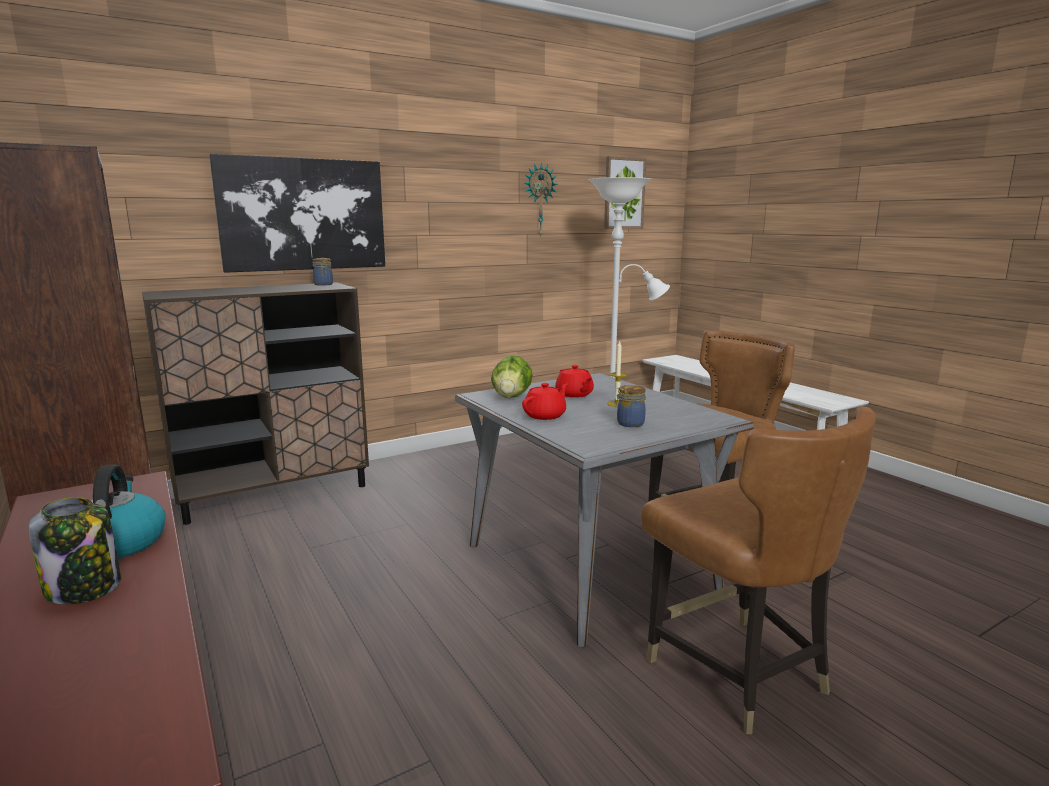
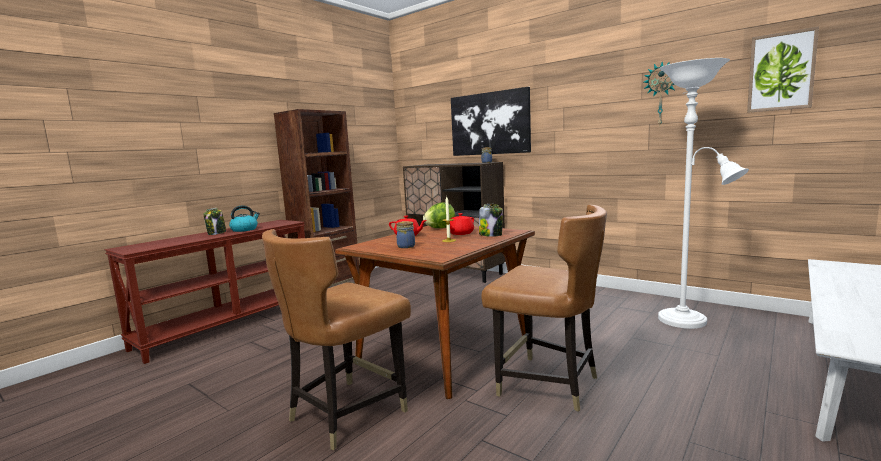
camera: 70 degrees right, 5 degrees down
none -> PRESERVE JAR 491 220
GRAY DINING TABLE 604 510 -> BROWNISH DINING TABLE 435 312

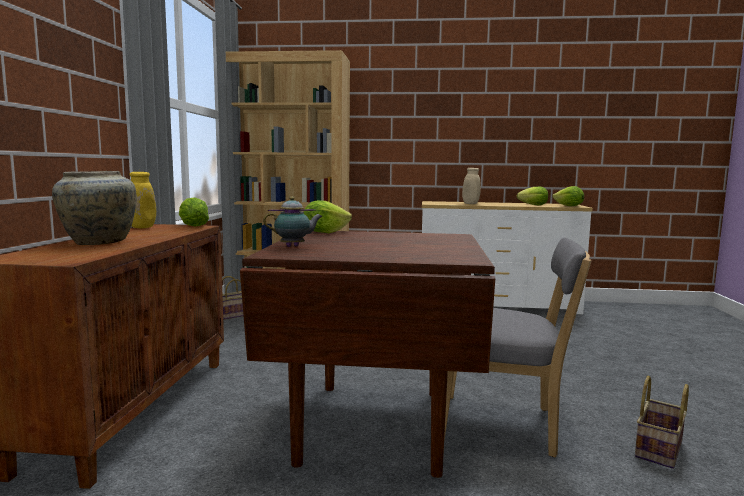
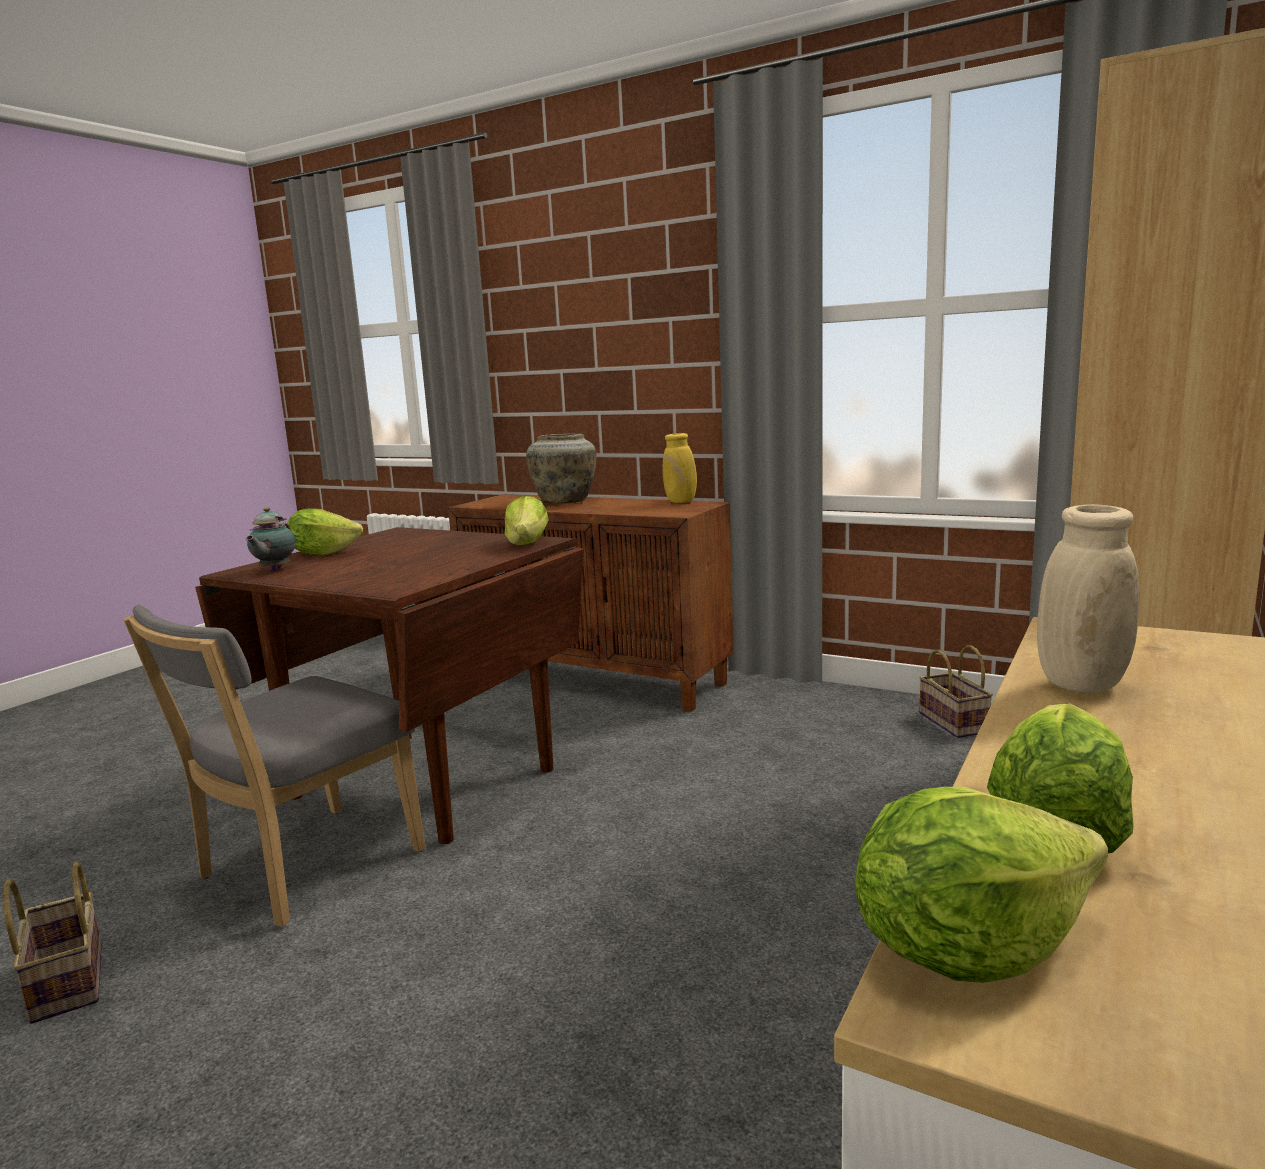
camera: 115 degrees right, 5 degrees up
LETTUCE 194 212 -> LETTUCE 325 532, move
TEAPOT 293 222 -> TEAPOT 270 539, move

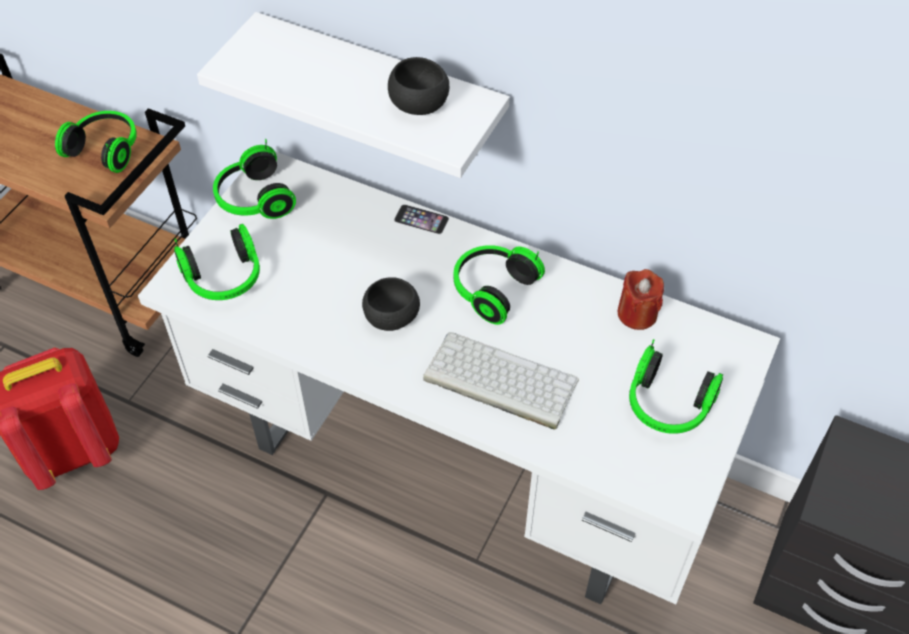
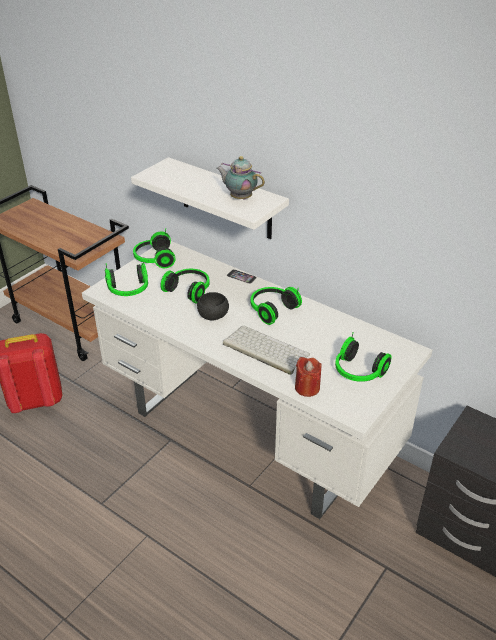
camera: 10 degrees right, 15 degrees down
HEADSET 96 142 -> HEADSET 185 286, move
REDDISH WAX CANDLE 641 299 -> REDDISH WAX CANDLE 308 377, move
BLACK BOWL 418 86 -> TEAPOT 240 178

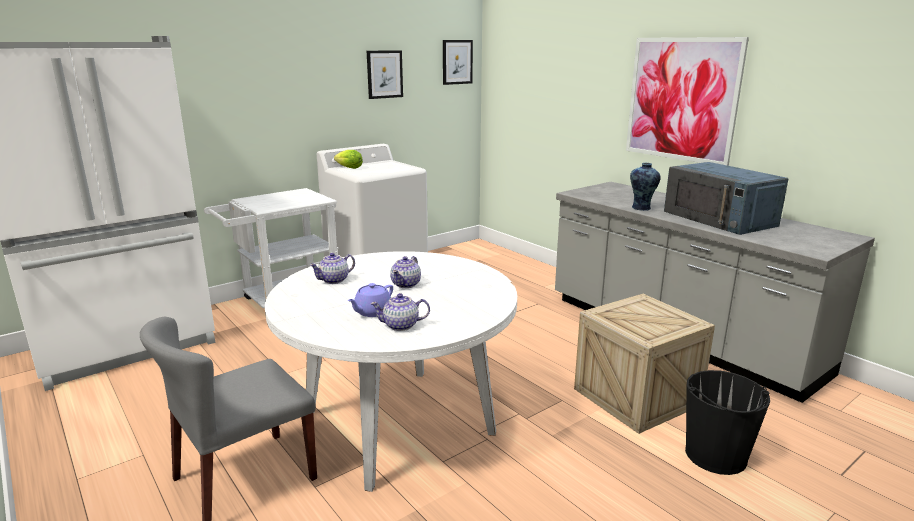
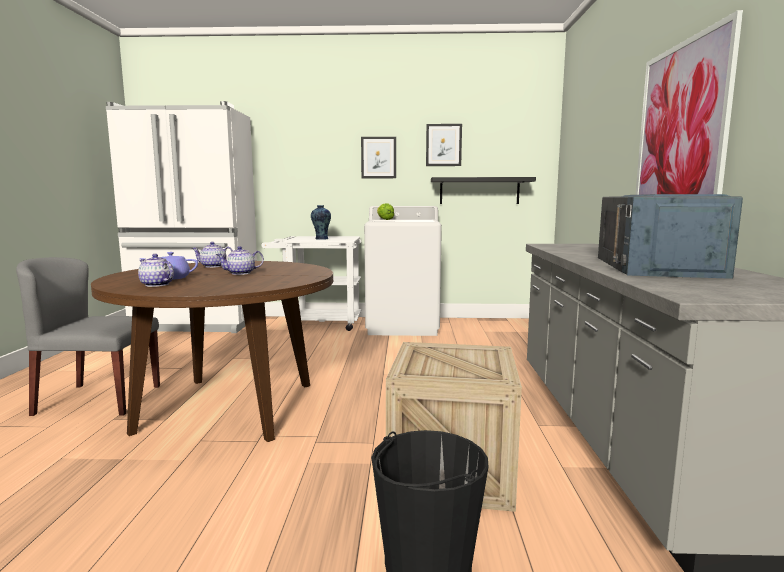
camera: 40 degrees right, 10 degrees down
none -> BLACK WALL SHELF 483 190
WALL ART 458 62 -> WALL ART 378 157, move
VASE 645 187 -> VASE 321 222, move
WHITE DINING TABLE 391 371 -> BROWNISH DINING TABLE 212 351

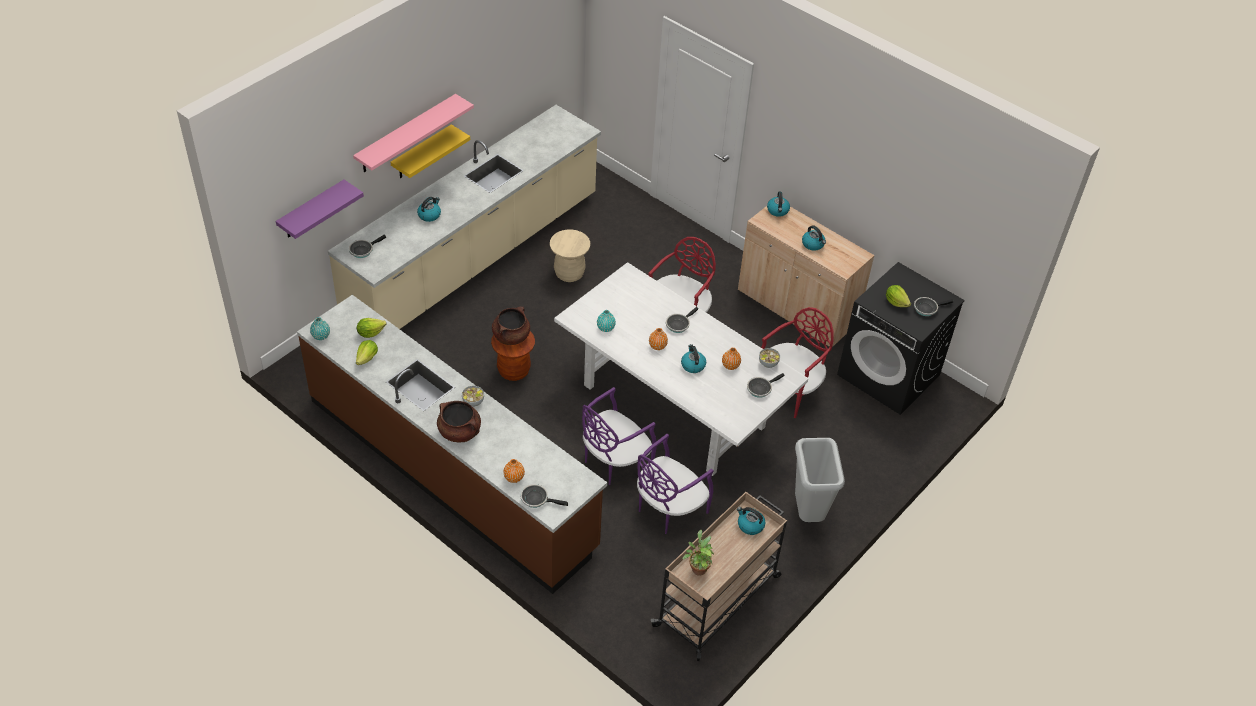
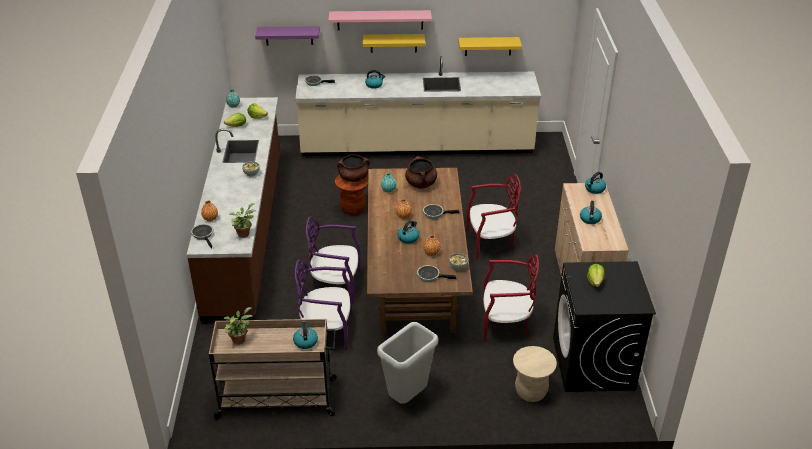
camera: 50 degrees right, 10 degrees down
PAN 934 306 -> none
none -> POTTED PLANT 242 220
none -> YELLOW WALL SHELF 490 46
BROWNISH COOKING POT 459 422 -> BROWNISH COOKING POT 421 172, move
BEIGE STOOL 570 255 -> BEIGE STOOL 535 374, move
WHITE DINING TABLE 681 369 -> BROWNISH DINING TABLE 420 251

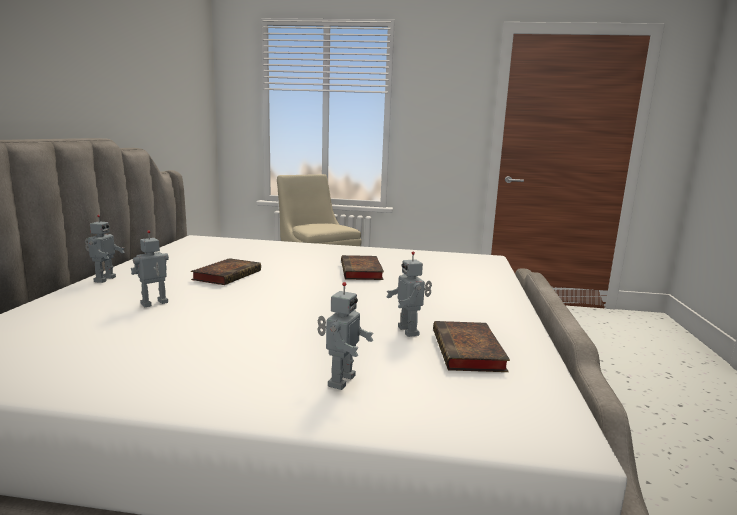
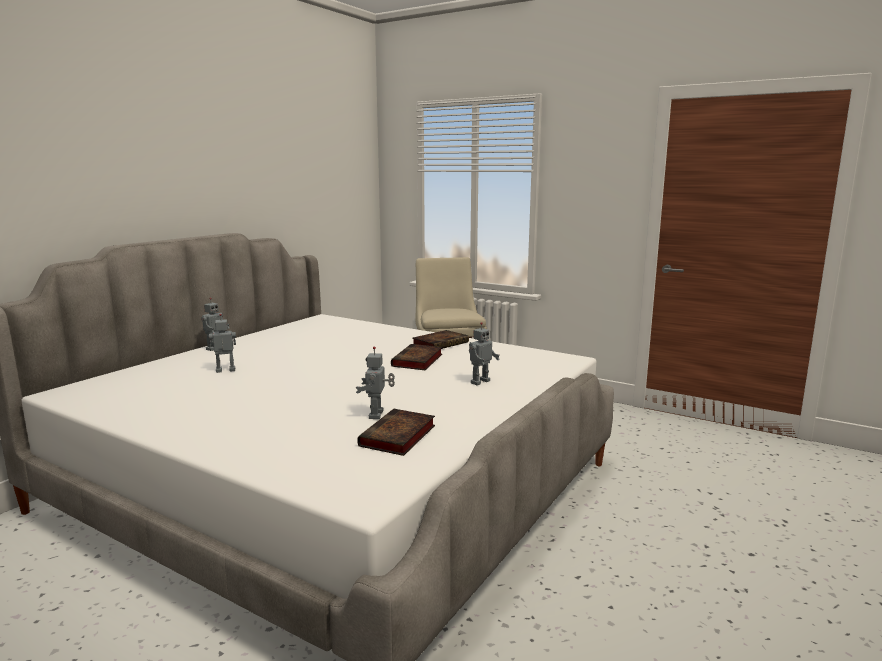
camera: 25 degrees right, 0 degrees up
BOUND BOOK 226 271 -> BOUND BOOK 440 339, move
TOY ROBOT 345 336 -> TOY ROBOT 484 353, move

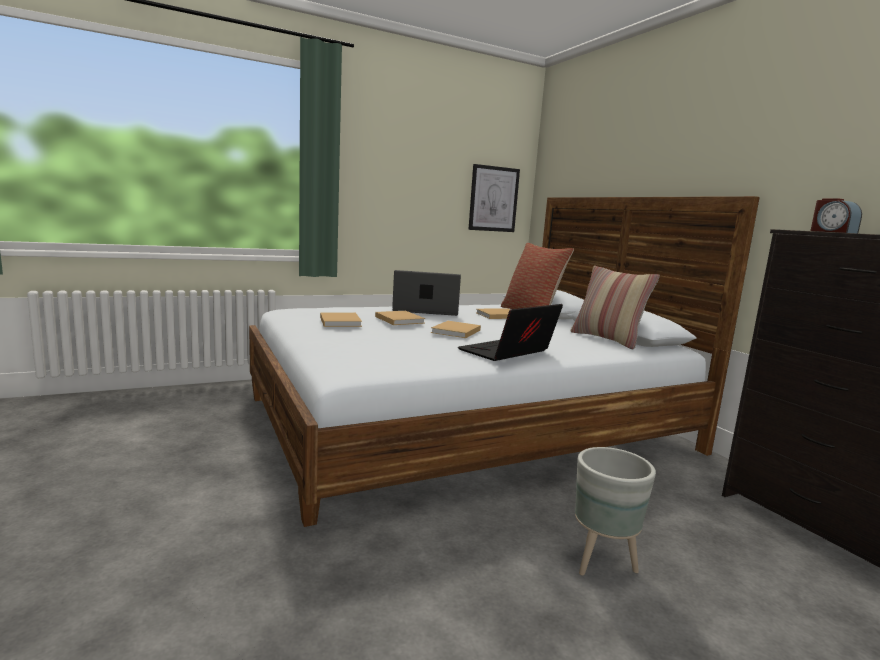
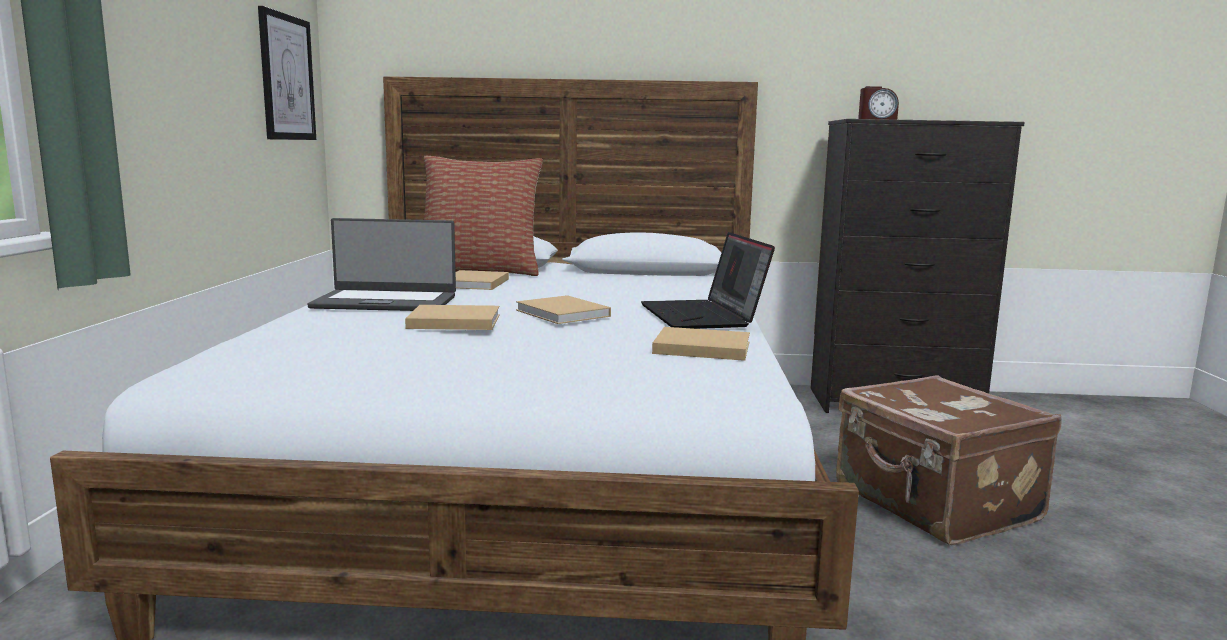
camera: 60 degrees left, 0 degrees up
CUSHION 615 307 -> none
BEIGE BOUND BOOK 341 319 -> BEIGE BOUND BOOK 701 344, move
GRAY PLANT POT 615 511 -> BROWNISH SUITCASE 949 461
LAPTOP 426 293 -> LAPTOP 381 264, 120 degrees counterclockwise

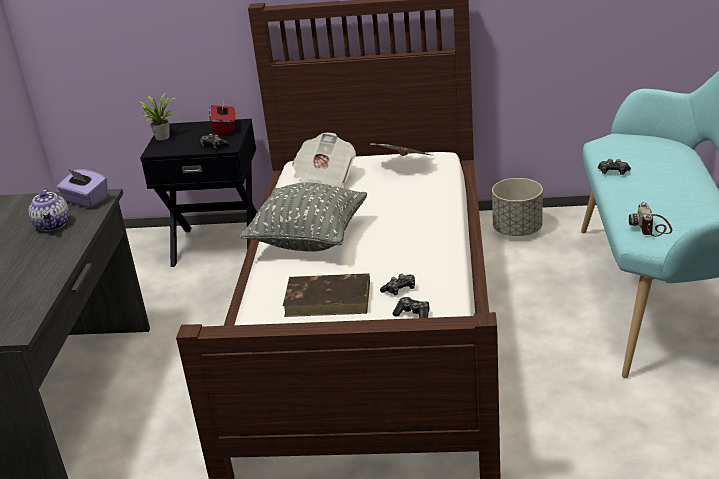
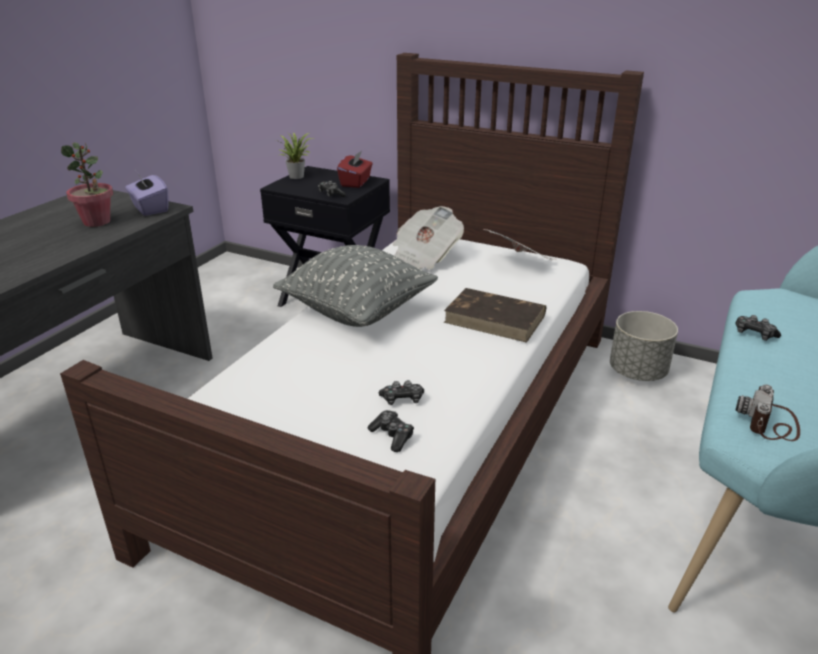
camera: 20 degrees right, 0 degrees up
BROWNISH BOUND BOOK 326 295 -> BROWNISH BOUND BOOK 495 315, move
TEAPOT 48 209 -> POTTED PLANT 87 185

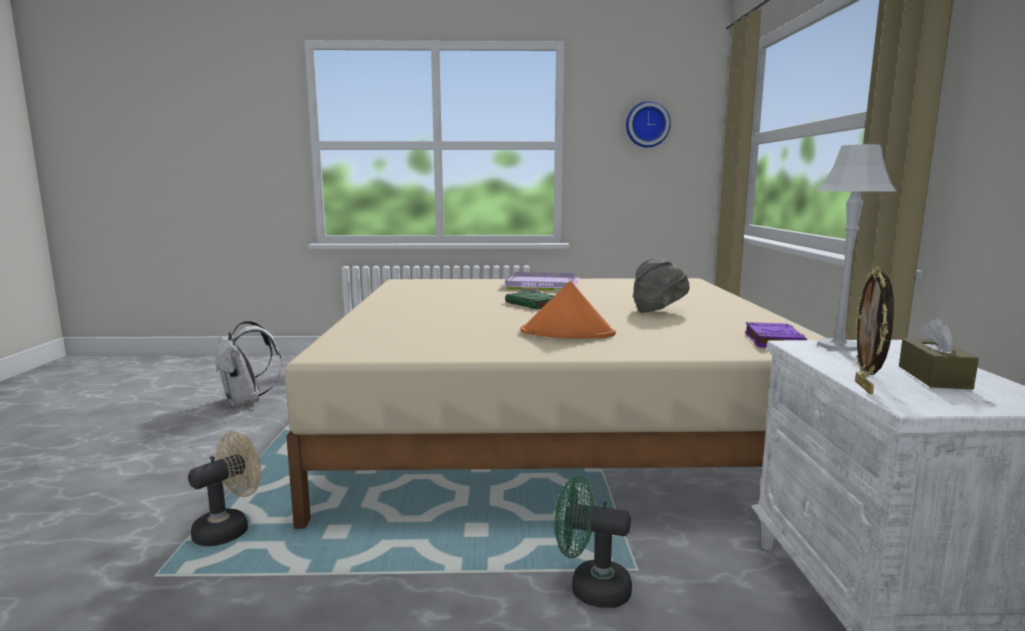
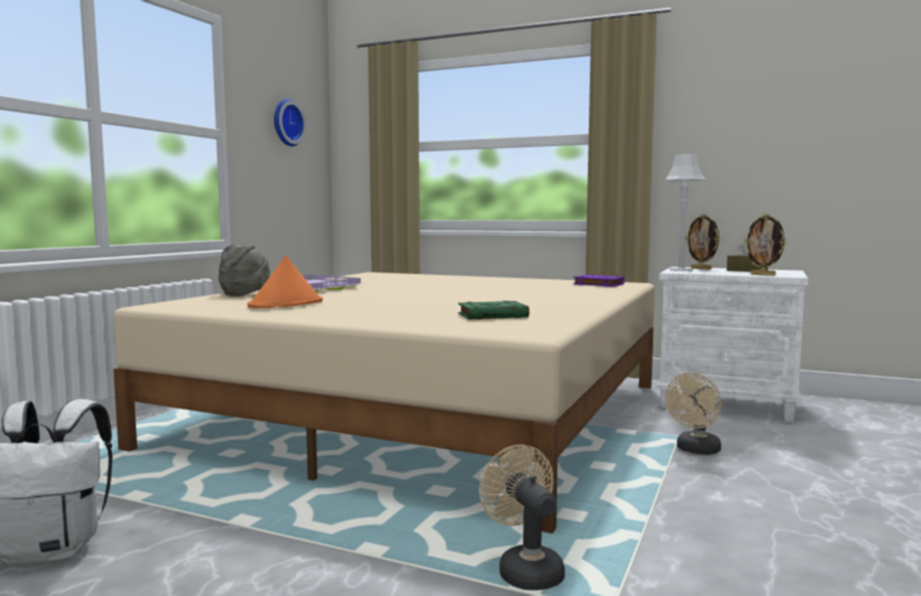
camera: 65 degrees left, 5 degrees down
none -> STANDING FRAME 703 241
GREEN-COLOURED BOUND BOOK 530 300 -> GREEN-COLOURED BOUND BOOK 493 310, move
ORANGE-COLOURED HAT 568 310 -> ORANGE-COLOURED HAT 285 282, move
GRAY HAT 661 285 -> GRAY HAT 244 270, move
GREEN-COLOURED FAN 593 542 -> BEIGE FAN 693 414

